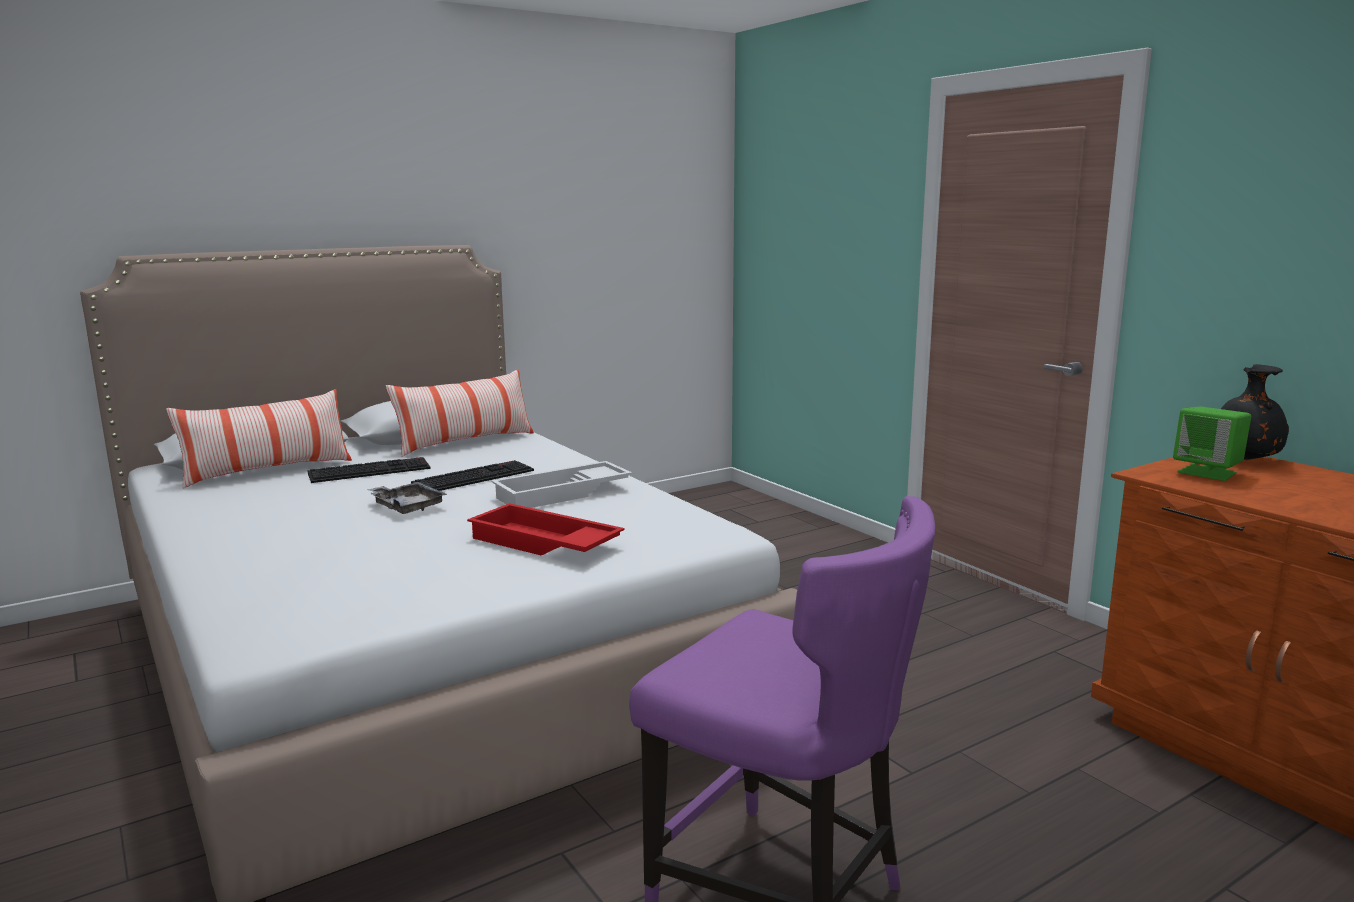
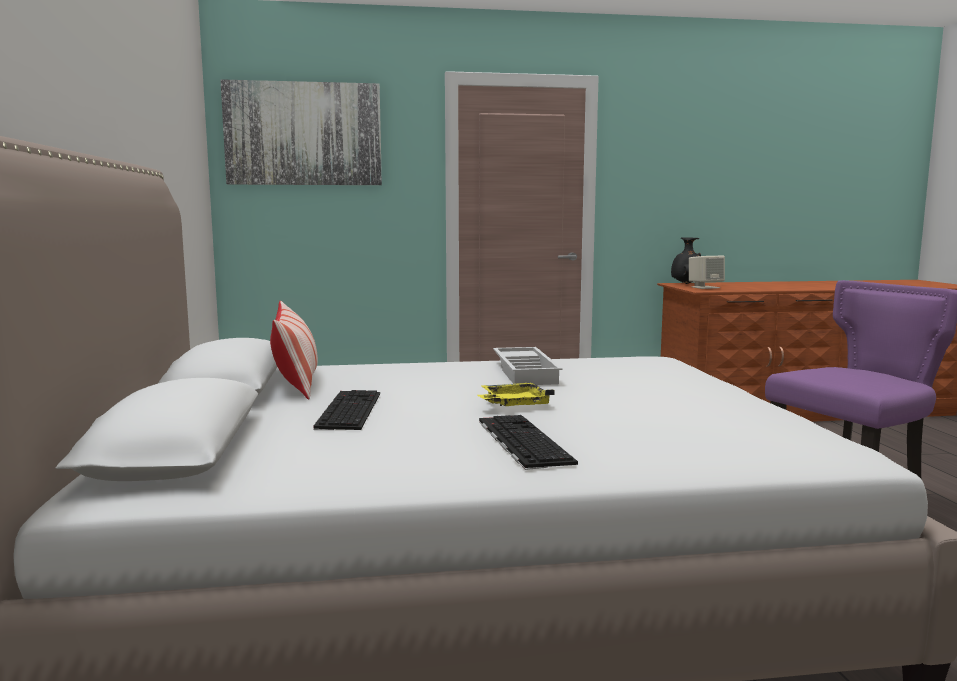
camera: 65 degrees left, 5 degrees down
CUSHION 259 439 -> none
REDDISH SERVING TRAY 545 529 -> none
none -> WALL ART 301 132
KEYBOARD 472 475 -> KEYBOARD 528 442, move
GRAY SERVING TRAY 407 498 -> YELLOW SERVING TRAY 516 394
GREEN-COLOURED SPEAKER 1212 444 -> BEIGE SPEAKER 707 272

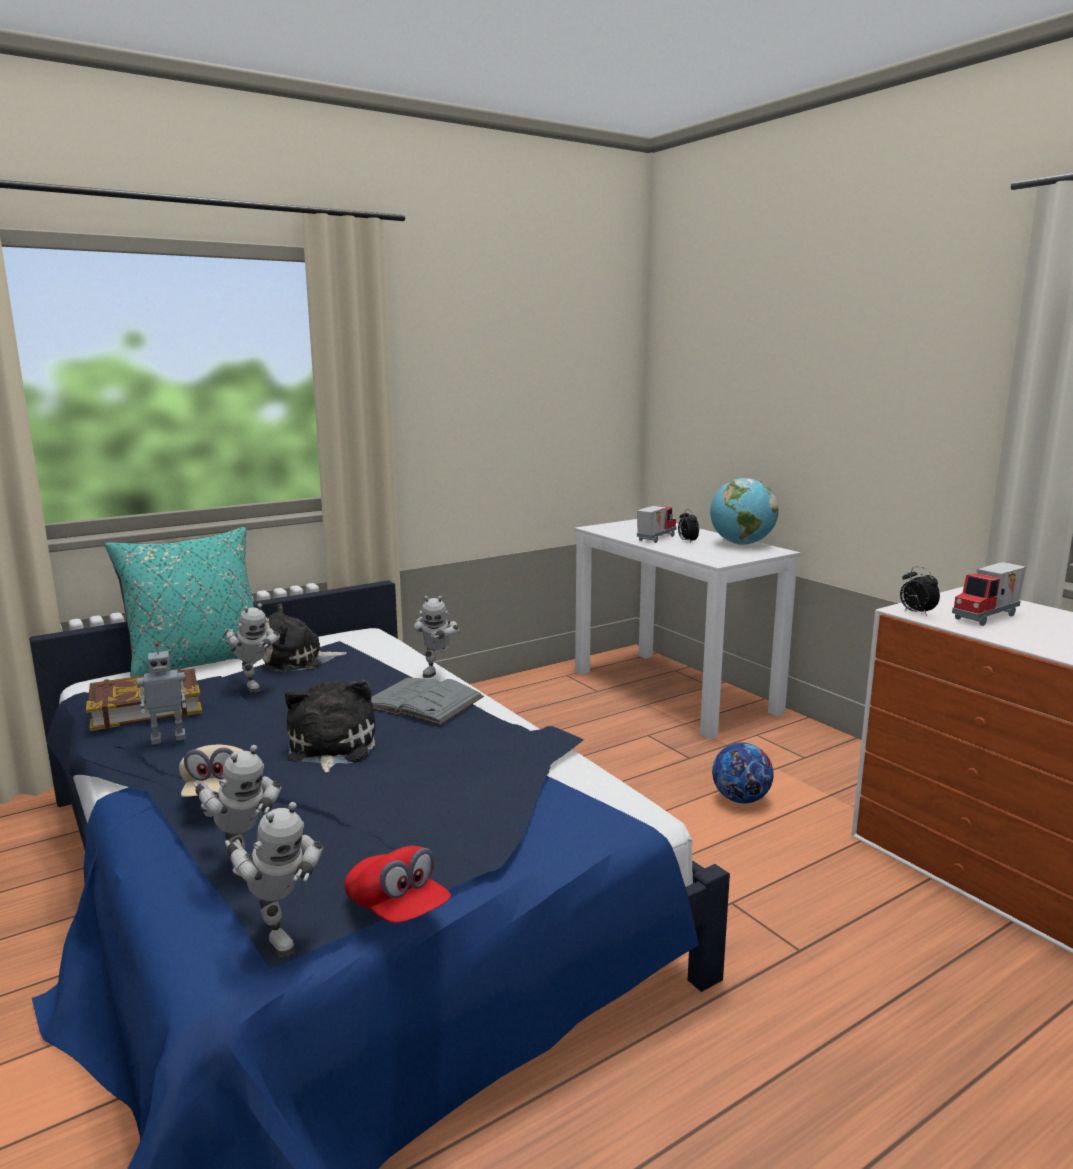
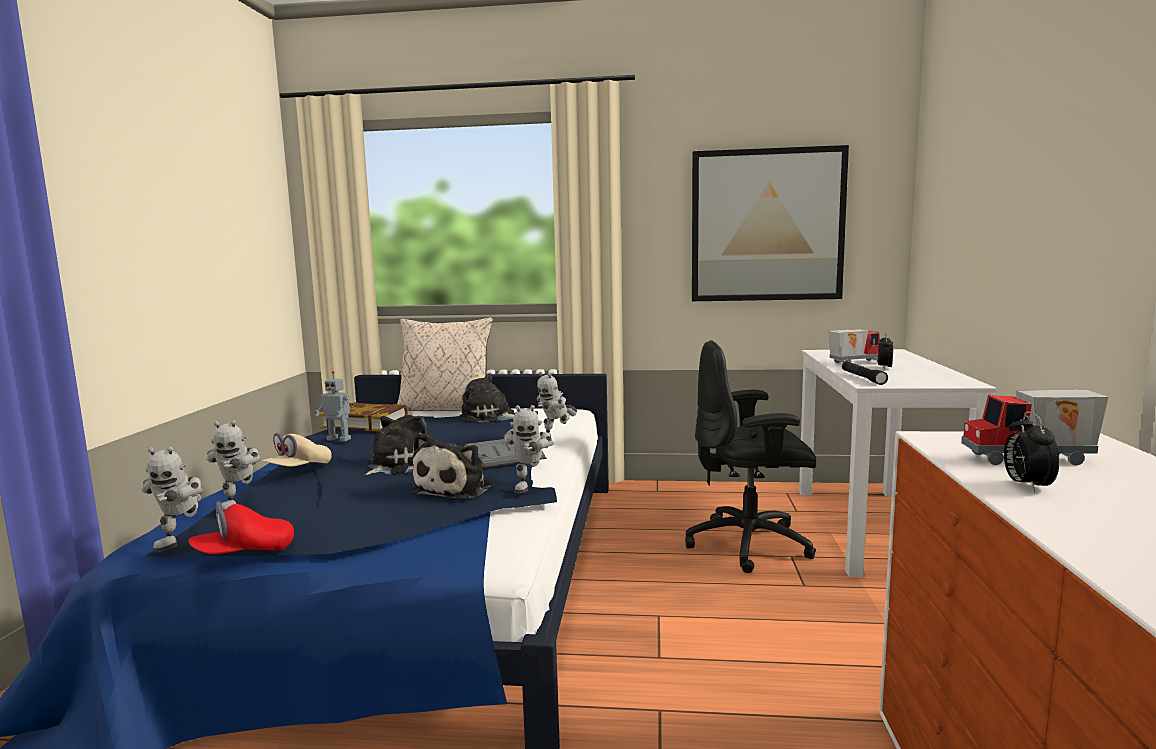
camera: 40 degrees right, 5 degrees down
WORLD GLOBE 744 511 -> none
FOOTBALL 743 773 -> none
none -> PLUSH TOY 451 466
none -> BLACK OFFICE CHAIR 750 456
none -> WALL ART 770 223
none -> BLACK FLASHLIGHT 865 373
TOY ROBOT 252 648 -> TOY ROBOT 529 449, move
BEDSIDE CLOCK 920 591 -> BEDSIDE CLOCK 1031 452, move
BLUE-GREEN CUSHION 179 602 -> BEIGE CUSHION 445 364
REDDISH CAP 398 884 -> REDDISH CAP 241 527, 60 degrees clockwise

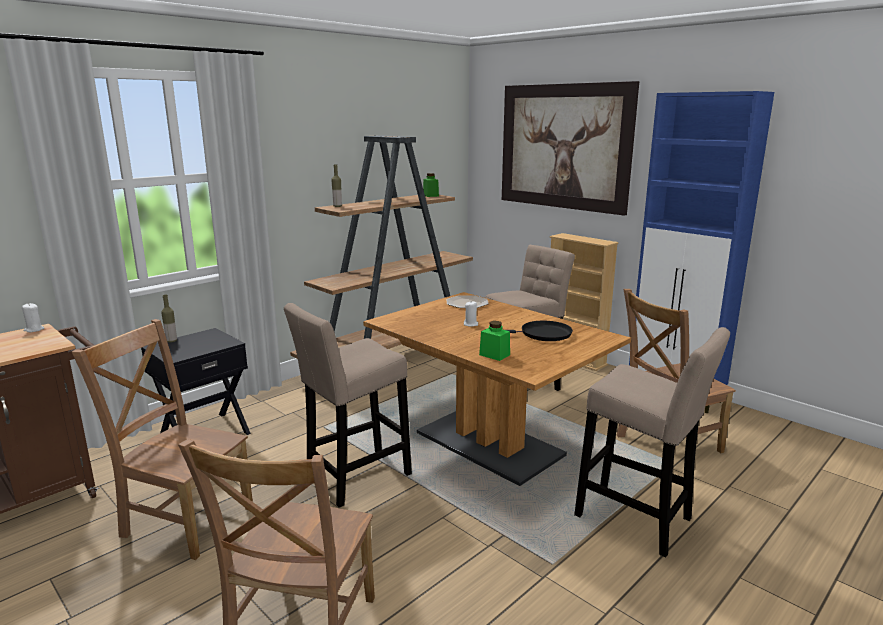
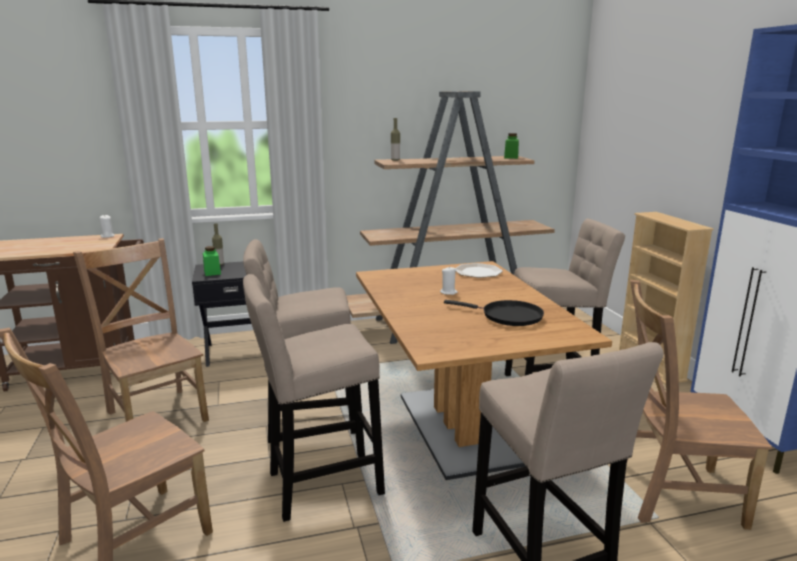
camera: 30 degrees right, 0 degrees up
WALL ART 570 148 -> none
none -> BEIGE STOOL 314 398
GREEN-COLOURED PRESERVE JAR 494 341 -> GREEN-COLOURED PRESERVE JAR 212 261, move

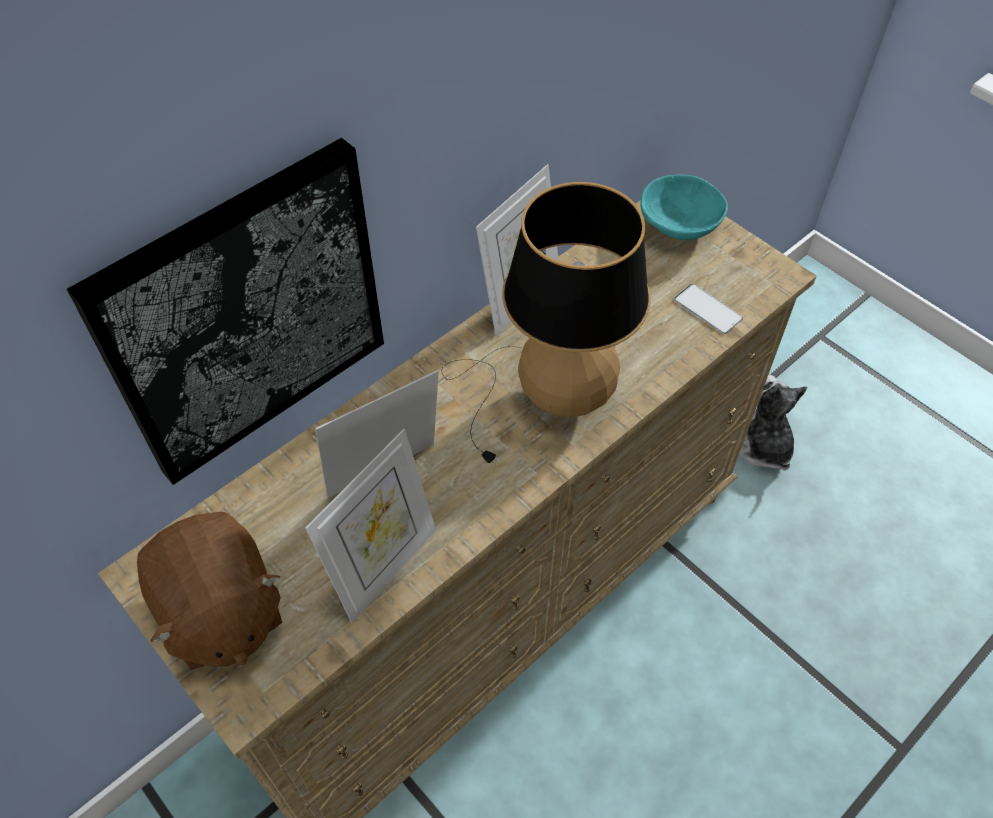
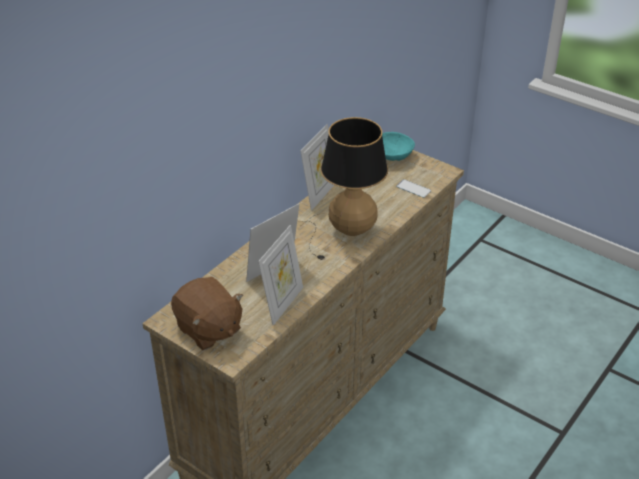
camera: 10 degrees left, 15 degrees down
WALL ART 225 311 -> none
PLUSH TOY 773 422 -> none

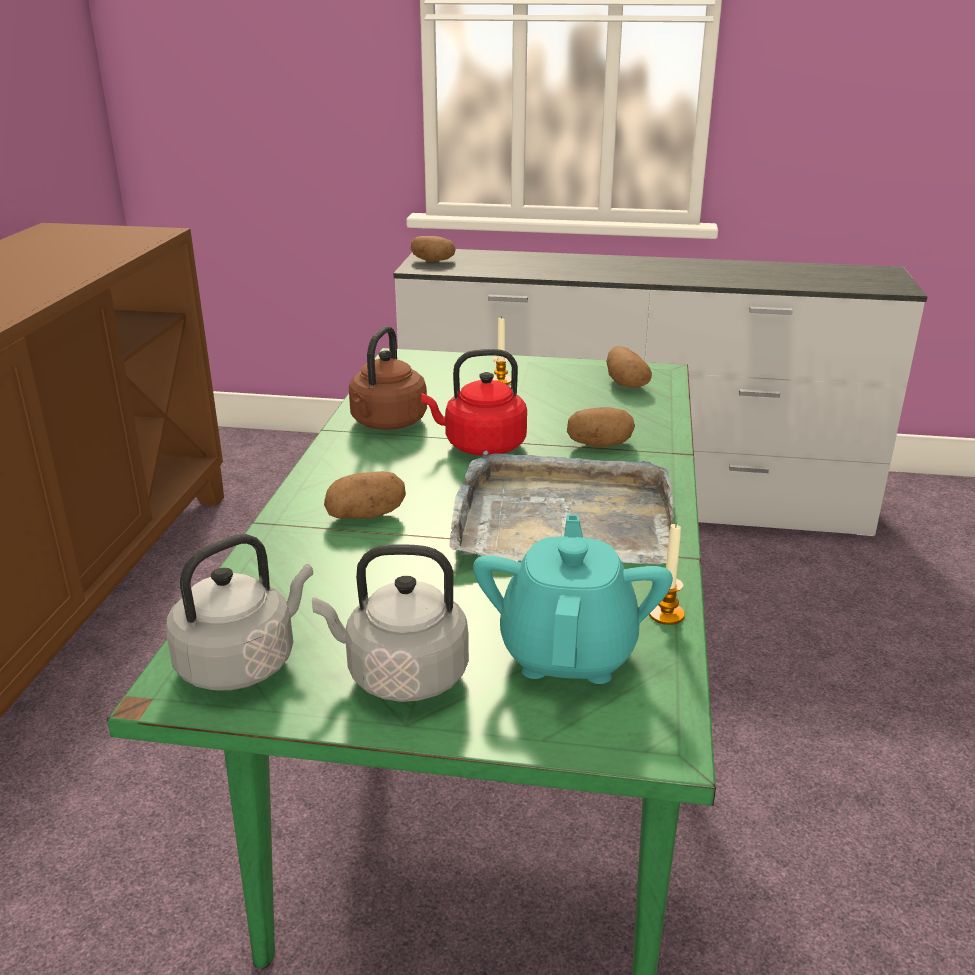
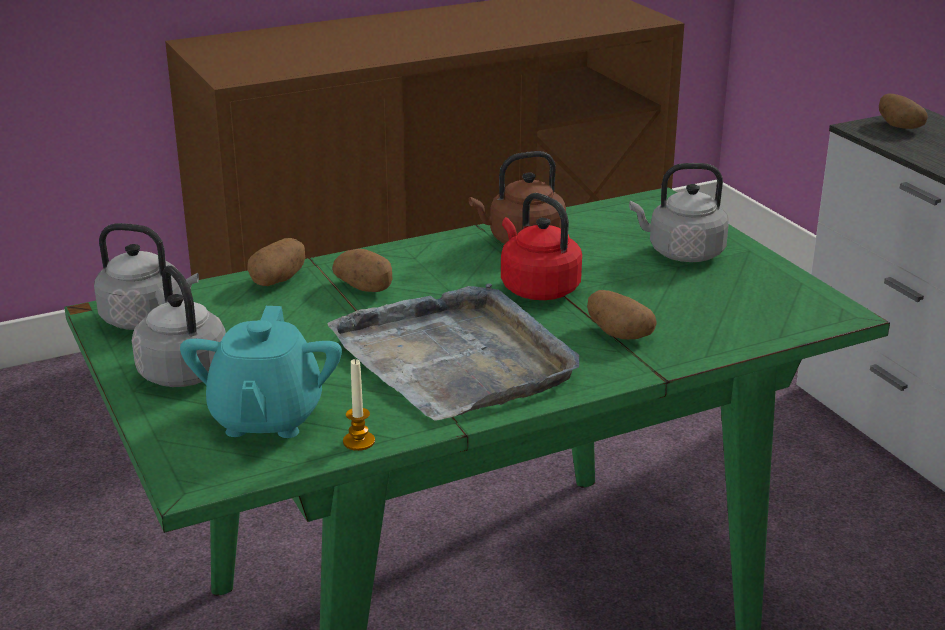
camera: 55 degrees right, 0 degrees up
POTATO 629 367 -> POTATO 276 262, move
WAX CANDLE 501 350 -> GRAY KETTLE 679 212
BLUE-GREEN TEAPOT 573 599 -> BLUE-GREEN TEAPOT 261 372, 120 degrees clockwise

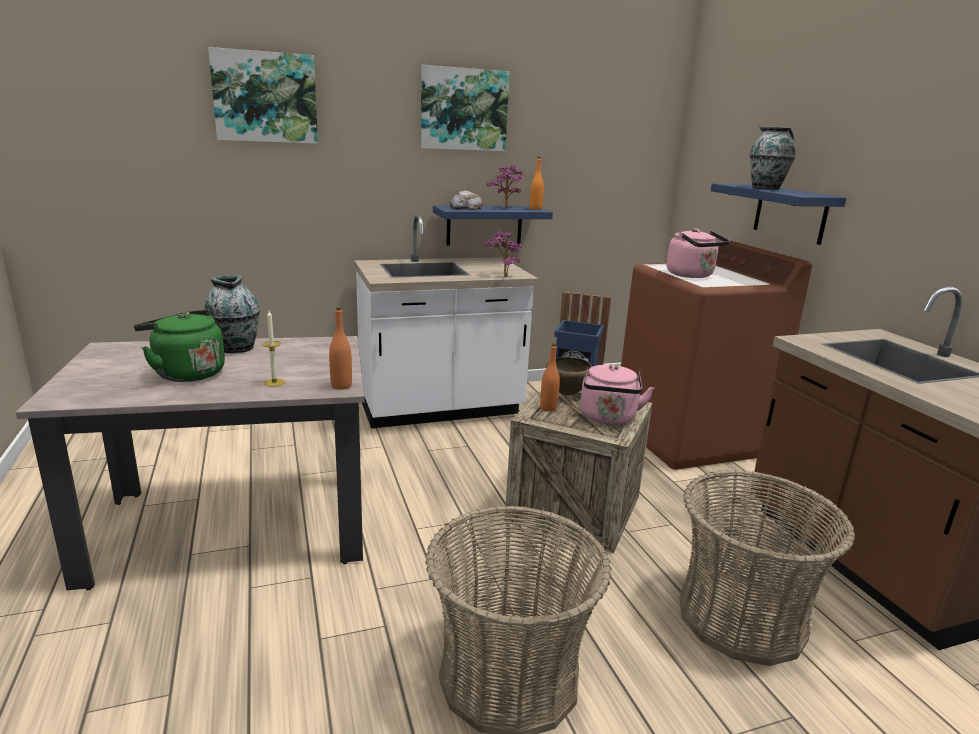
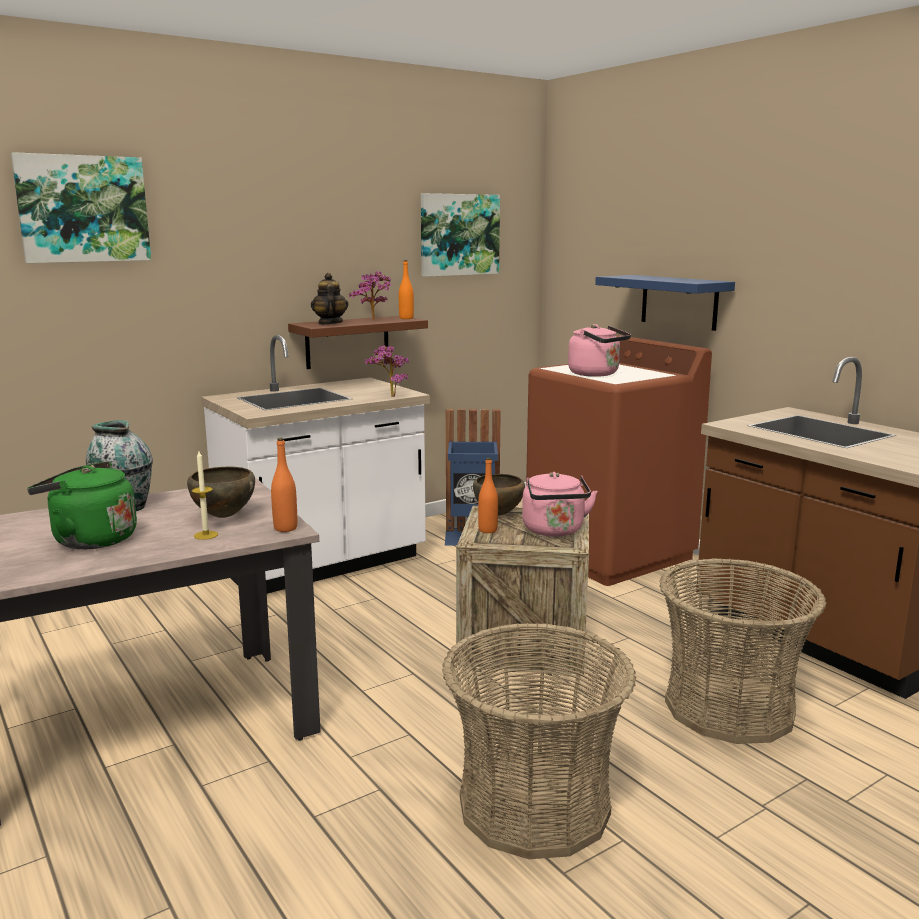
camera: 15 degrees left, 5 degrees down
VASE 773 158 -> none
none -> BROWNISH BOWL 221 492
WALL ART 465 108 -> WALL ART 460 235, move
BAKERY BREAD 466 200 -> TEAPOT 330 298
BLUE-COLOURED WALL SHELF 493 225 -> BROWNISH WALL SHELF 358 342

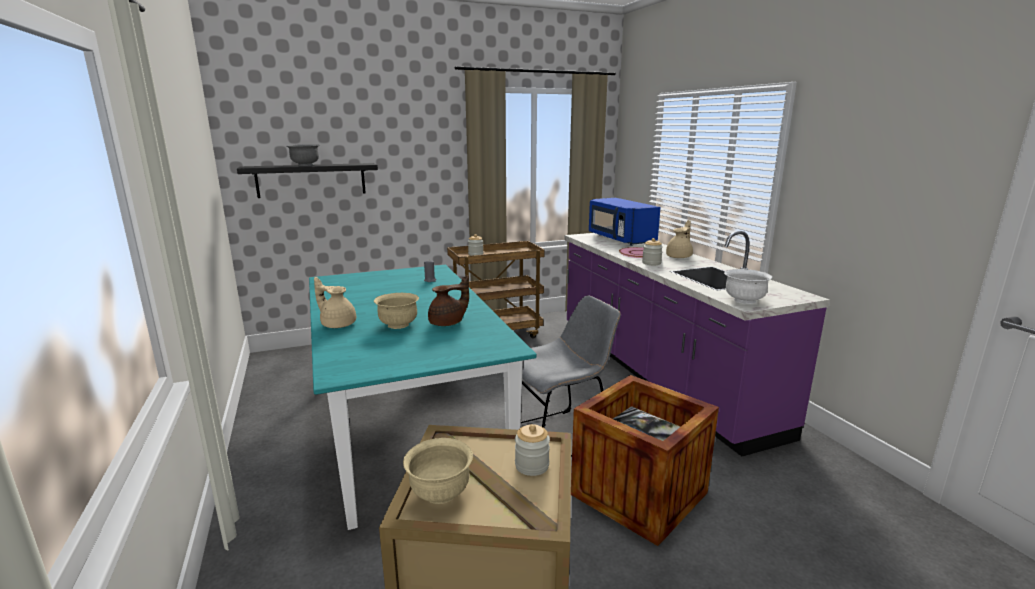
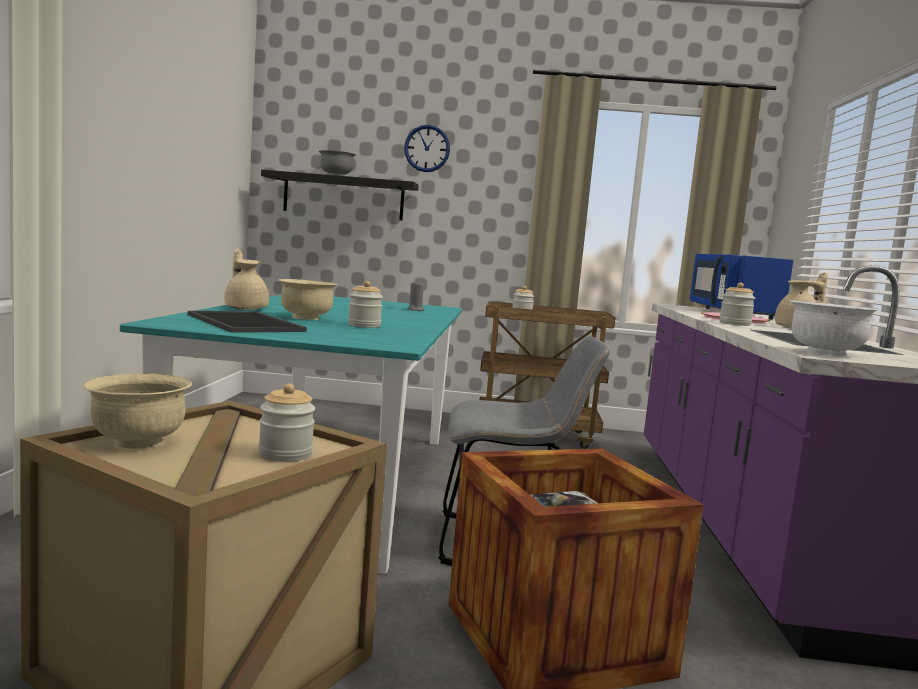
camera: 25 degrees right, 10 degrees down
none -> SERVING TRAY 247 322
none -> HANGING CLOCK 427 148
BROWNISH TEAPOT 448 301 -> PRESERVE JAR 365 304

